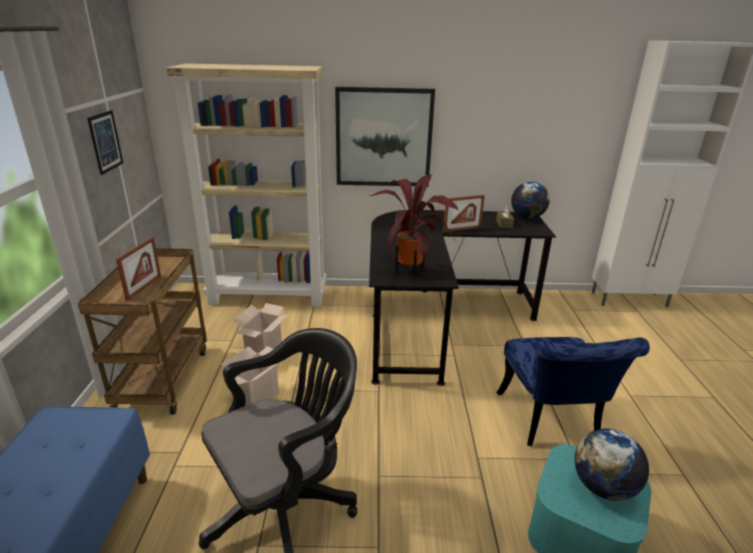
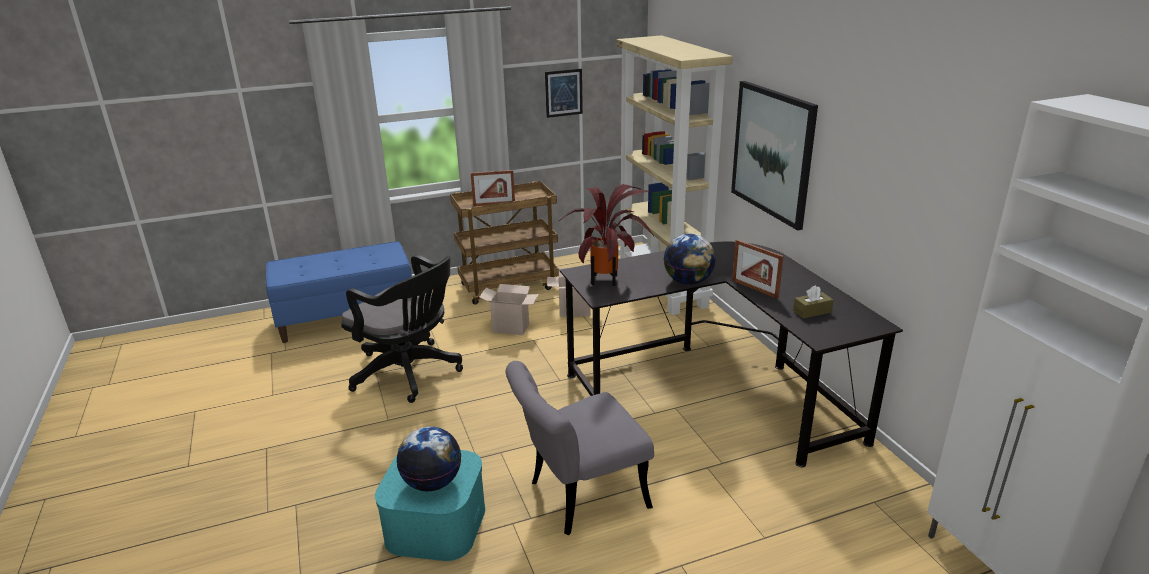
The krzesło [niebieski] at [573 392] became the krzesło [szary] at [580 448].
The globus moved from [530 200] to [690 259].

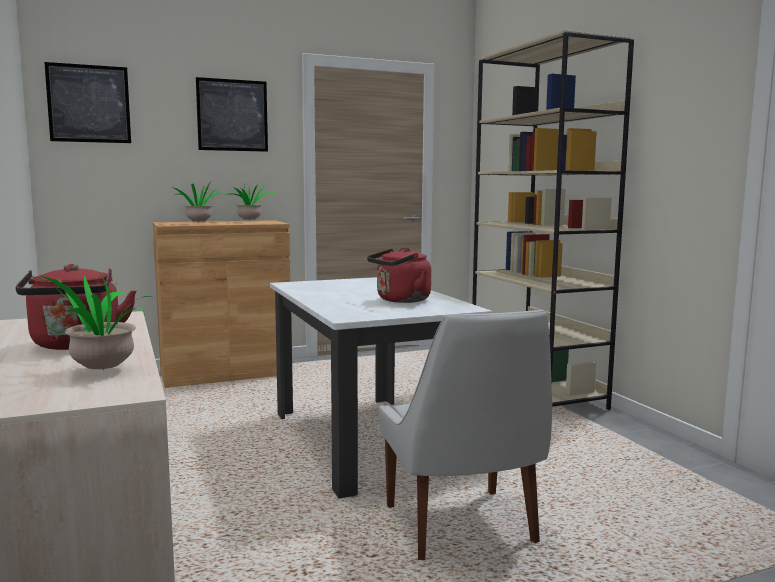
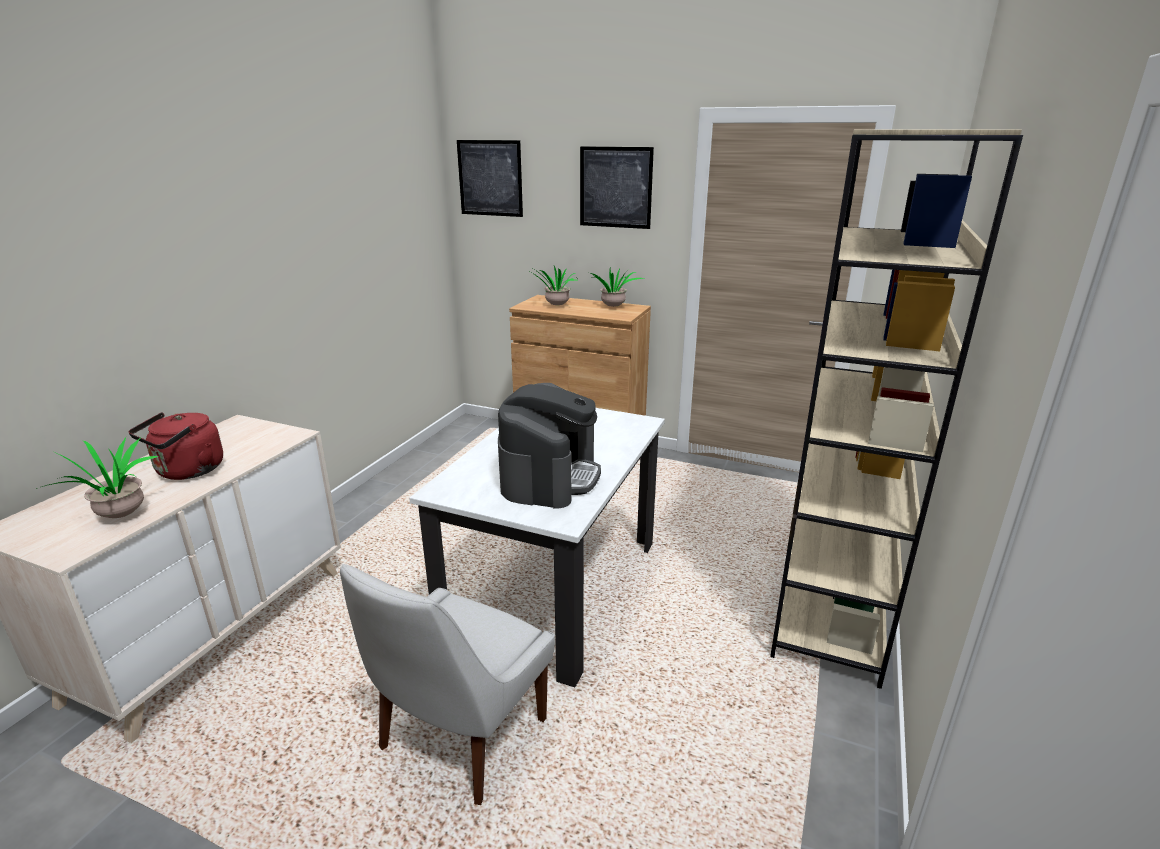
The czajnik [czerwony] at [399 275] was replaced by the ekspres do kawy at [549 446].

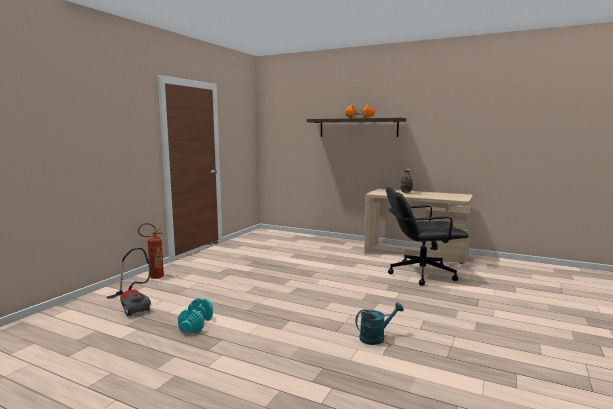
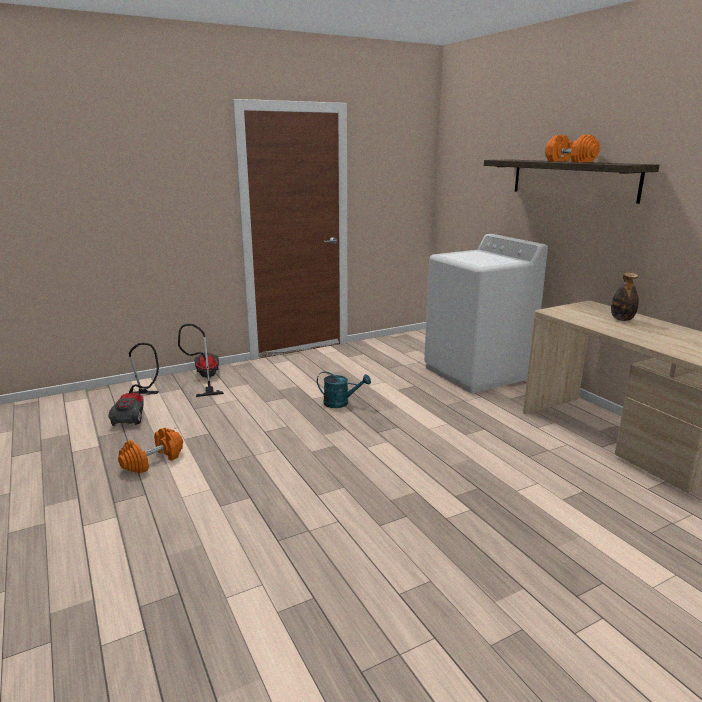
The gaśnica at [151 251] was replaced by the odkurzacz at [201 360].
The hantel [turkusowy] at [195 315] became the hantel [pomarańczowy] at [150 450].
The konewka [turkusowy] moved from [379 323] to [344 389].
The krzesło biurowe [czarny] at [427 236] disappeared.
The pralka [biały] at [486 313] appeared.

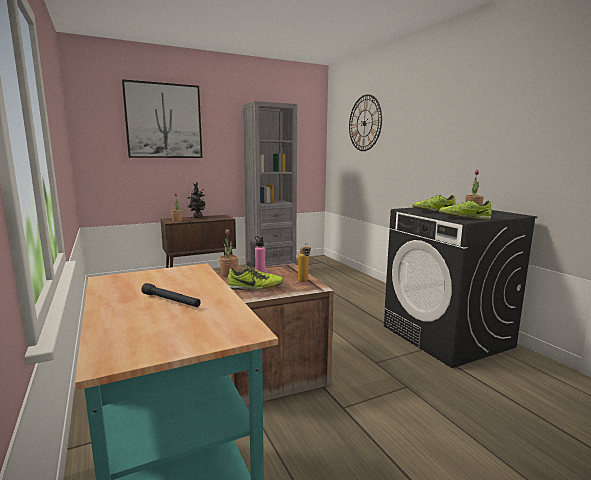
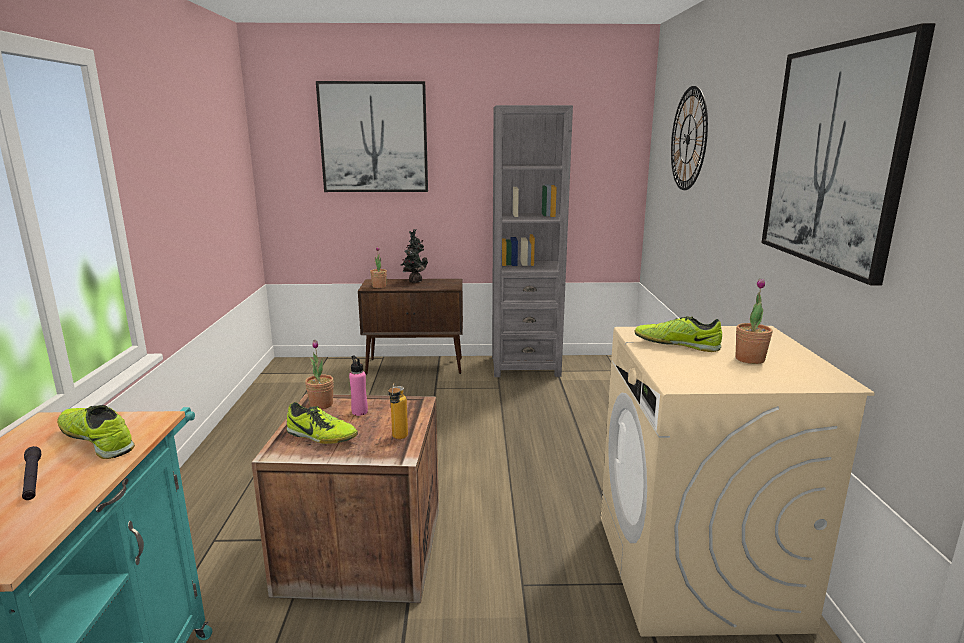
The pralka [czarny] at [460 287] became the pralka [beżowy] at [738 481].
The but moved from [465 210] to [96 432].
The obraz at [848 154] appeared.

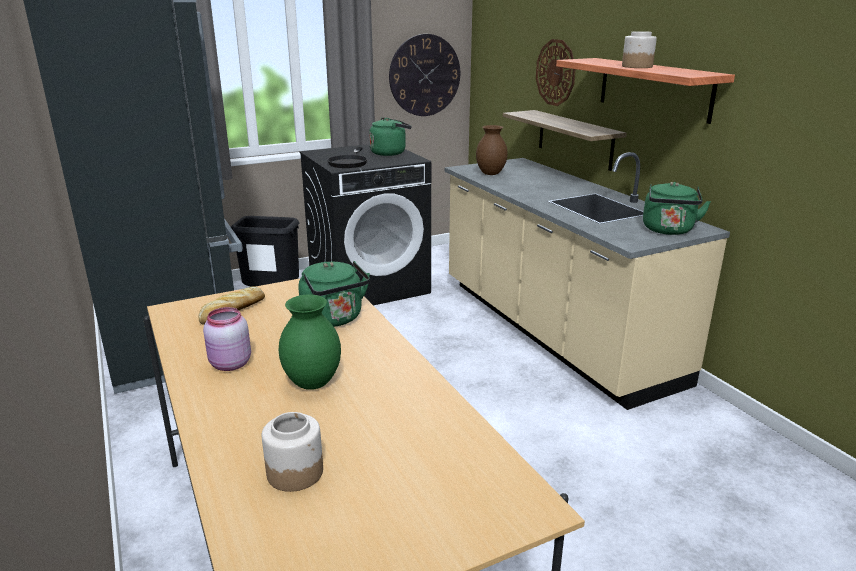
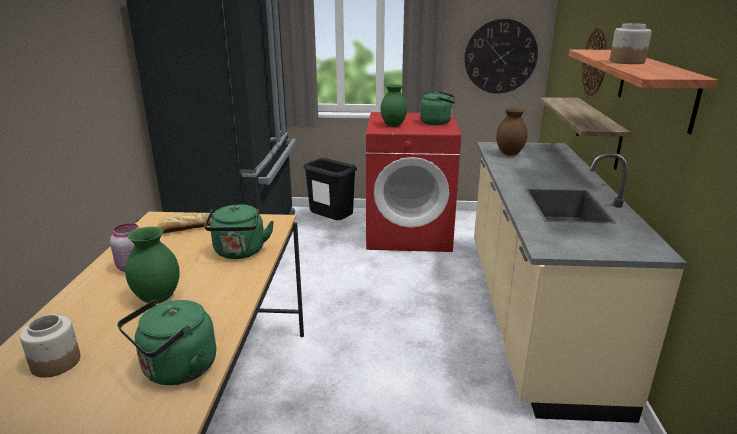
The pralka [czarny] at [365 224] became the pralka [czerwony] at [413 182].
The patelnia [czarny] at [347 157] was replaced by the wazon [zielony] at [393 105].
The czajnik [zielony] moved from [677 208] to [166 342].

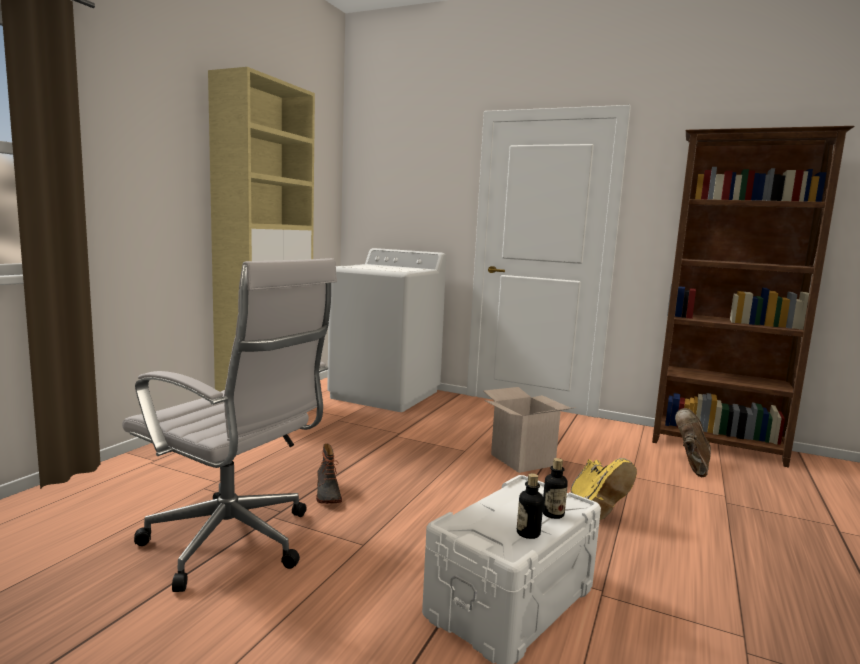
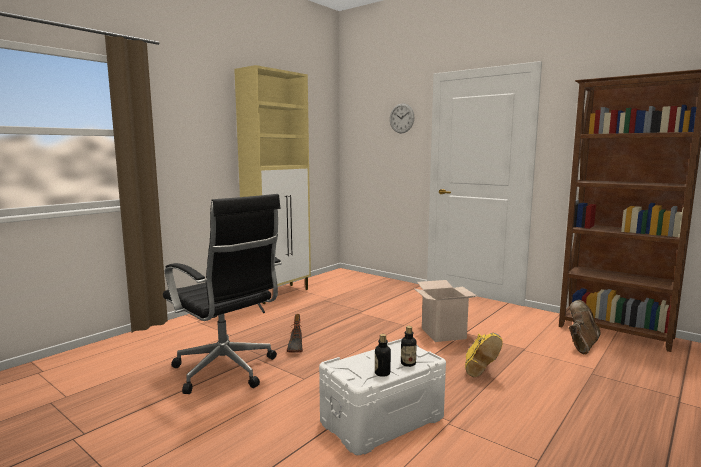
The krzesło biurowe [biały] at [229 425] became the krzesło biurowe [czarny] at [222 294].
The pralka [biały] at [386 330] disappeared.
The zegar ścienny at [402 118] appeared.

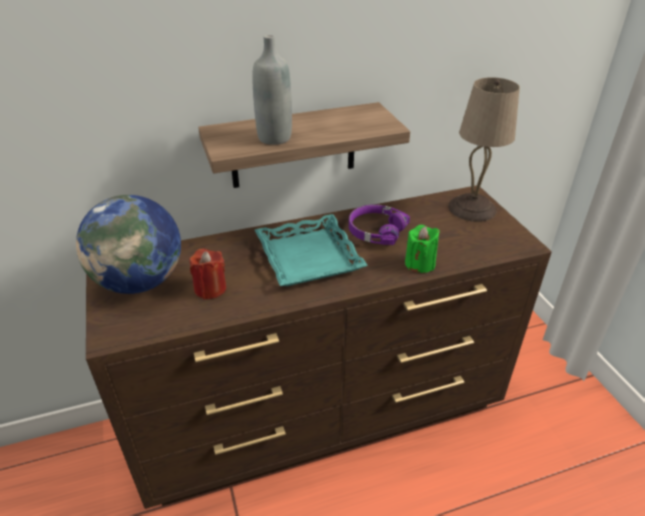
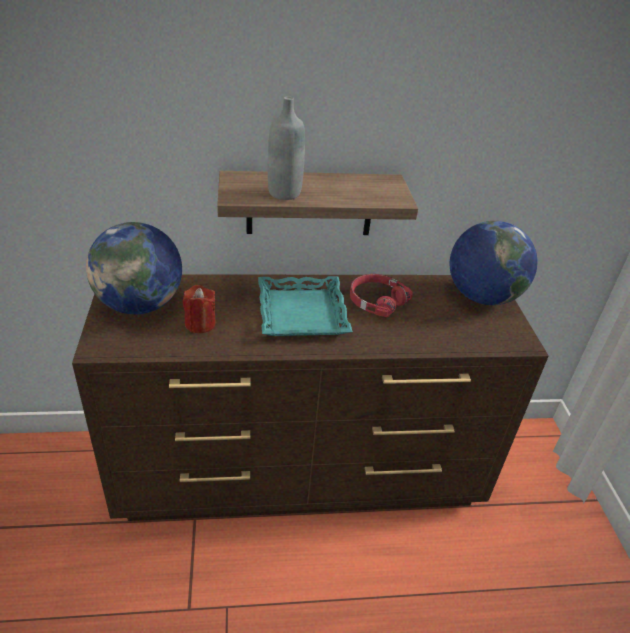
The słuchawki [fioletowy] at [379 225] became the słuchawki [czerwony] at [381 295].
The świeca [zielony] at [422 249] disappeared.
The lampa stołowa [beżowy] at [484 149] was replaced by the globus at [493 263].

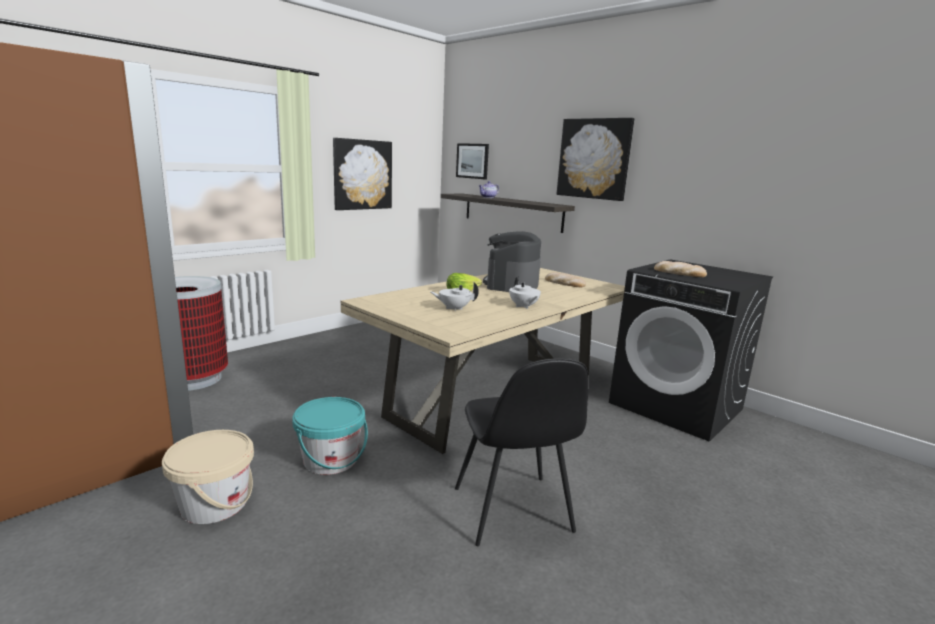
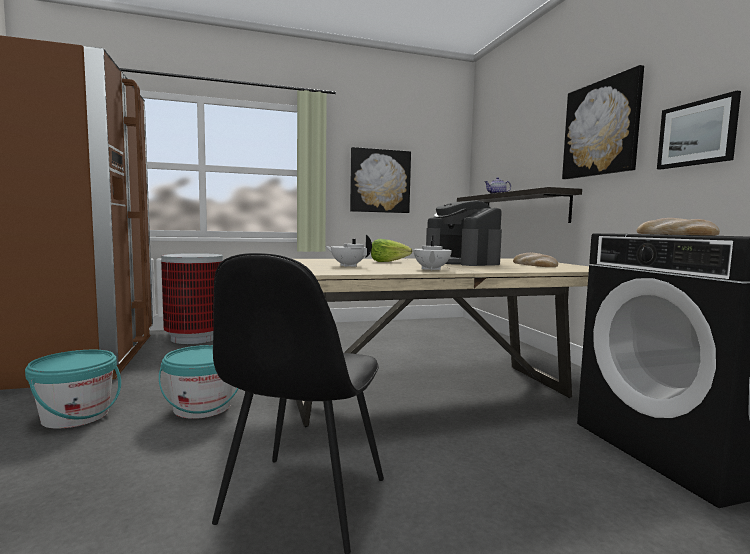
The wiadro [beżowy] at [208 477] became the wiadro [turkusowy] at [73 389].
The obraz moved from [472 161] to [699 130].
The ekspres do kawy at [512 261] turned 75 degrees counterclockwise.

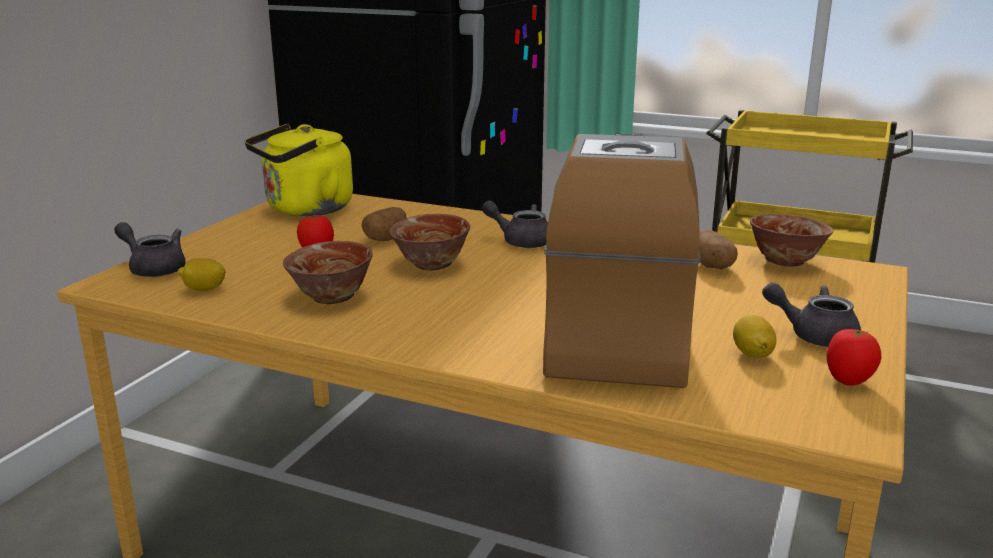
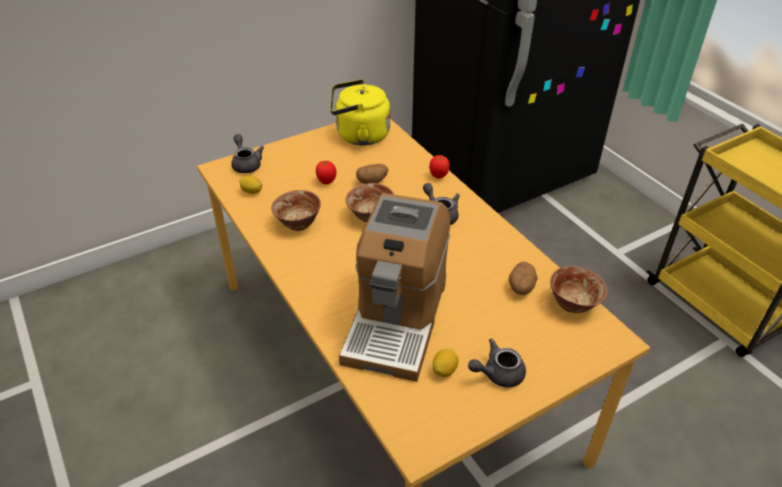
The ekspres do kawy at [622 261] turned 150 degrees clockwise.
The imbryk [szary] at [811 314] turned 75 degrees counterclockwise.
The pomidor moved from [854 356] to [439 167].

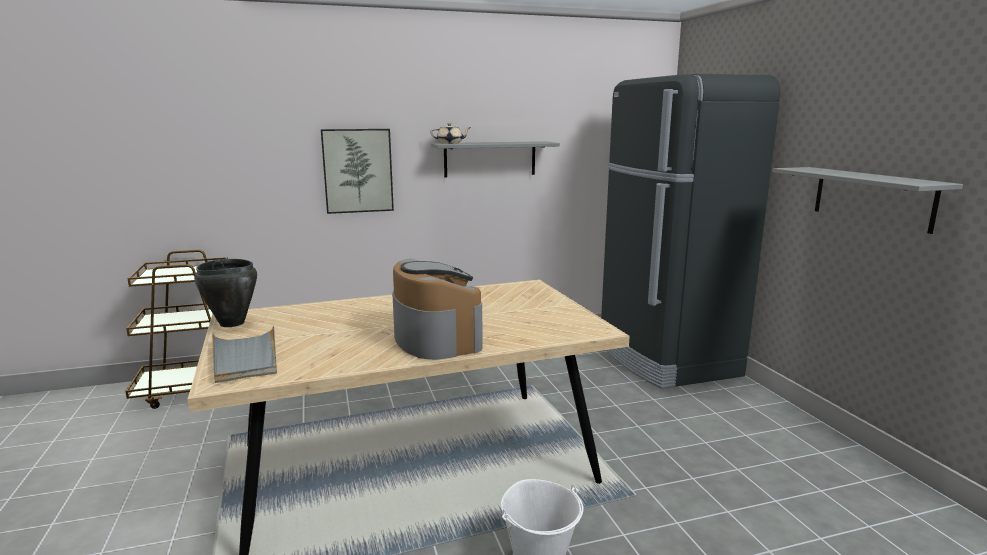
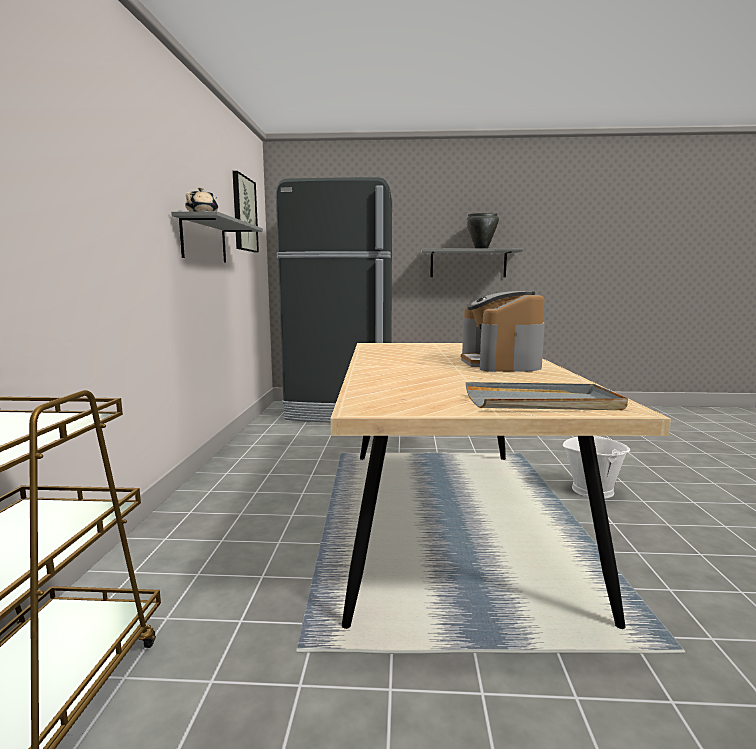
The garnek [czarny] moved from [225 293] to [482 231].
The obraz moved from [357 171] to [245 211].
The ekspres do kawy at [437 309] turned 90 degrees counterclockwise.

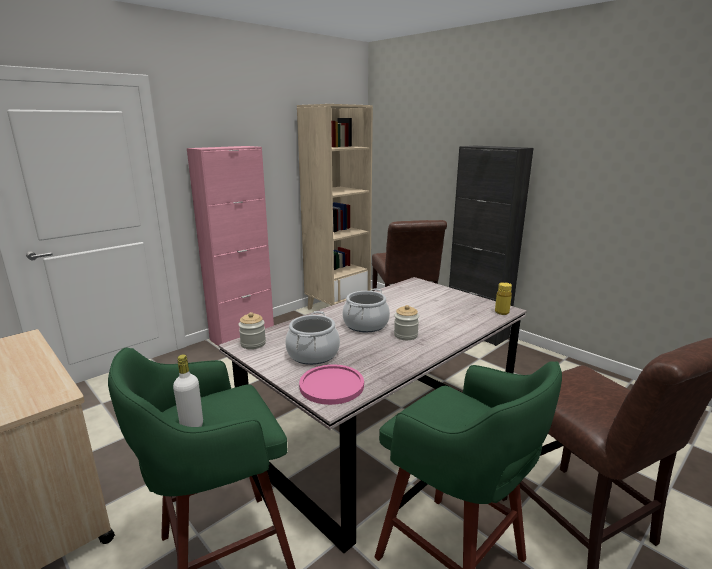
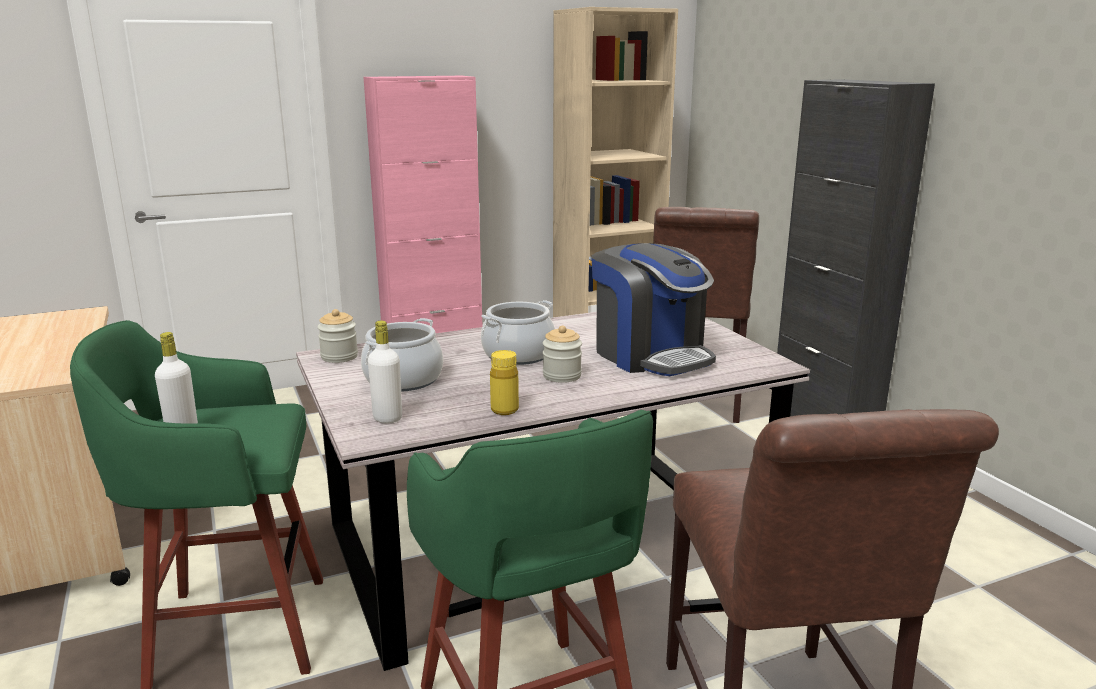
The talerz [różowy] at [331 384] was replaced by the butelka [biały] at [385 372].
The butelka [żółty] moved from [503 298] to [504 382].
The ekspres do kawy at [654 309] appeared.

